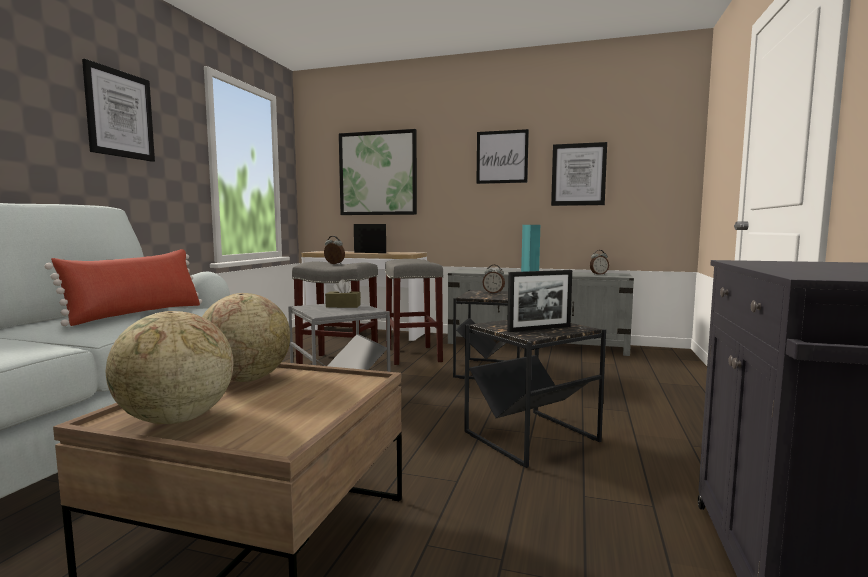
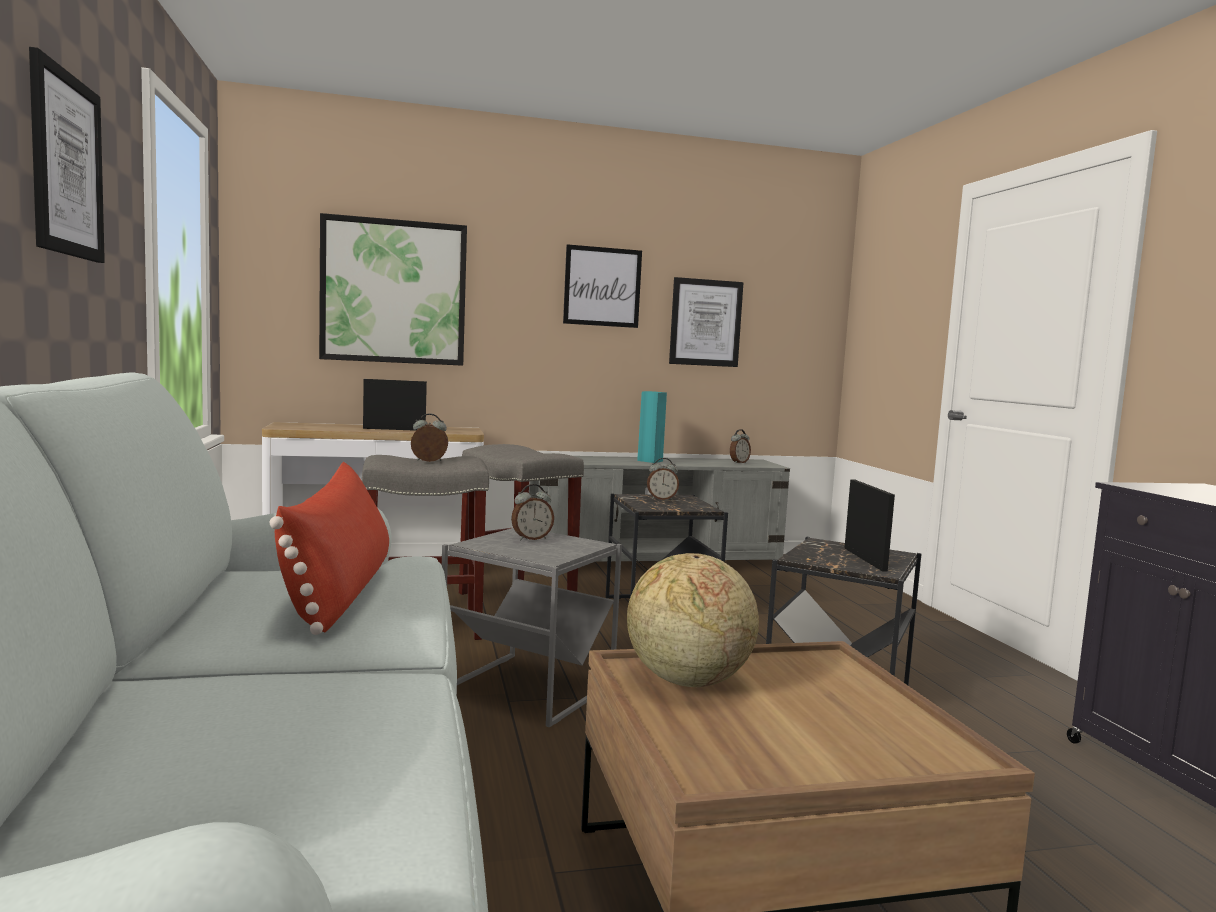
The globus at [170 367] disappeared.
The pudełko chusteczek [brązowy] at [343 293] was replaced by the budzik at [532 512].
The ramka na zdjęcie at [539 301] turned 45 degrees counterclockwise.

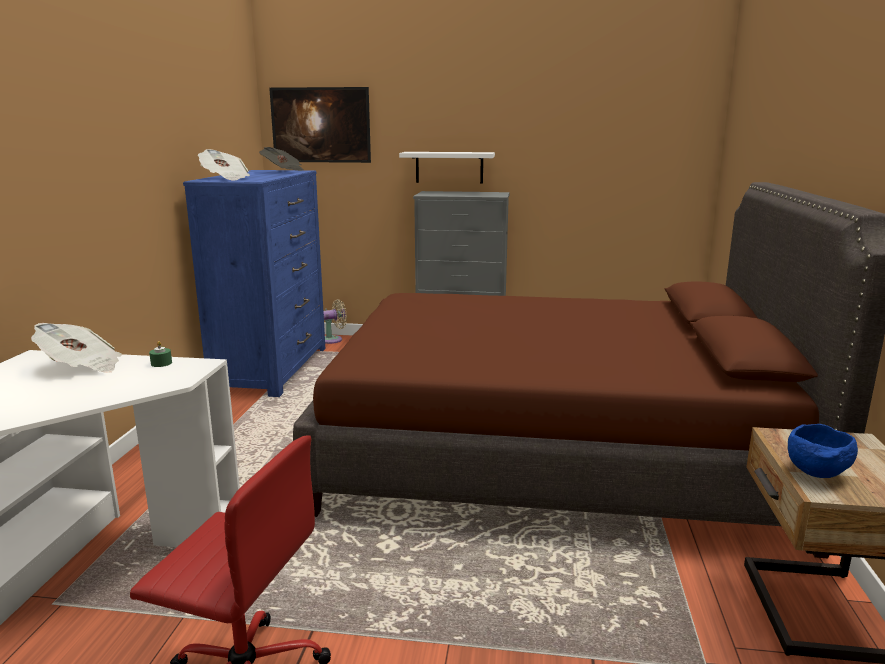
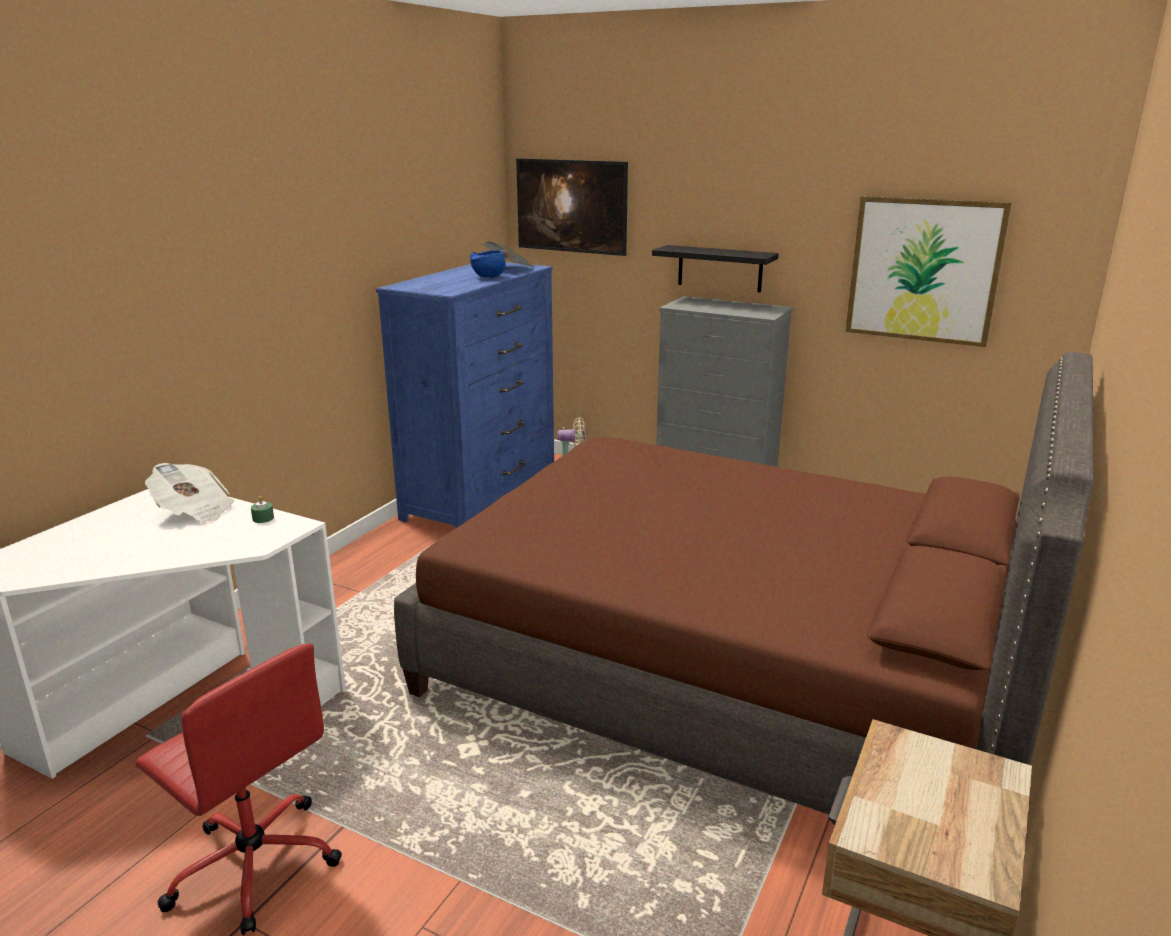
The gazeta at [224 165] disappeared.
The półka [biały] at [447 167] became the półka [czarny] at [715 268].
The miska [niebieski] moved from [823 451] to [488 263].
The obraz at [929 271] appeared.

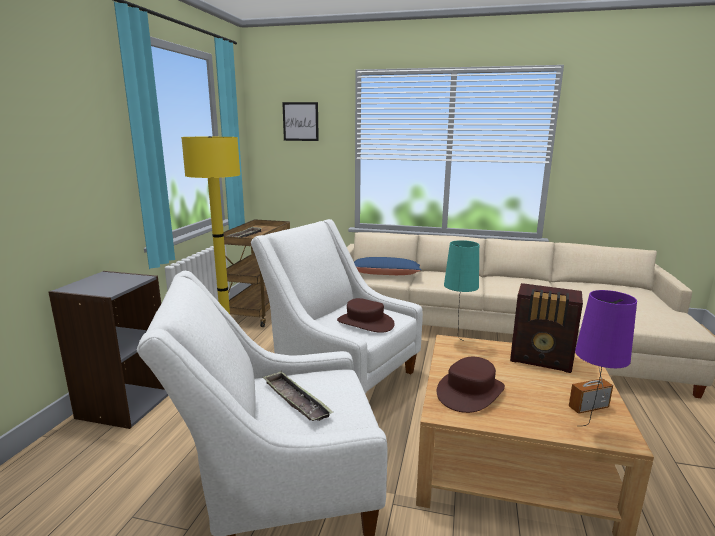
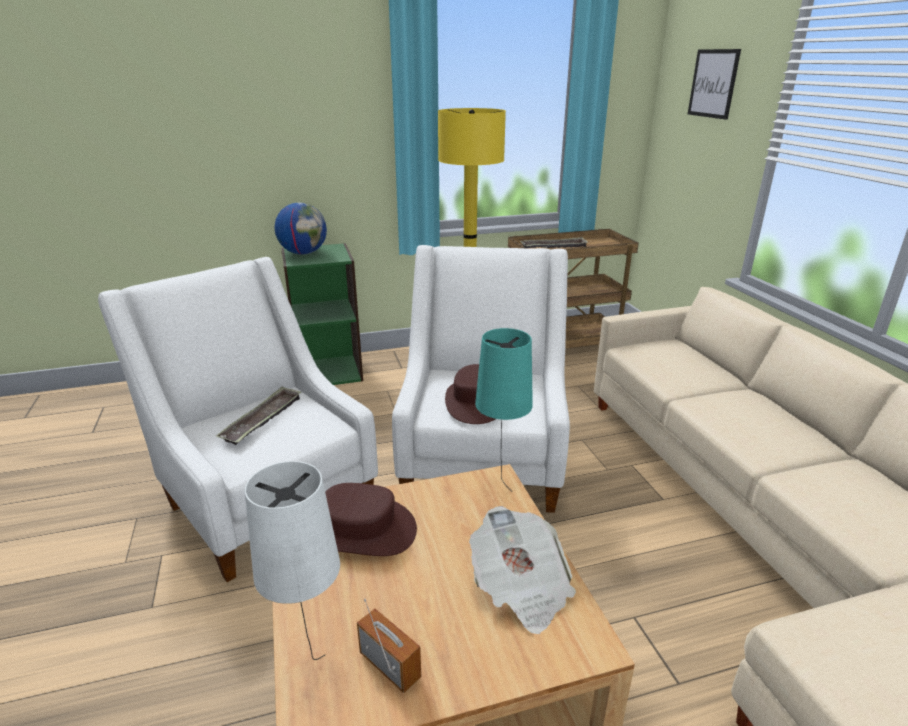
The regał [szary] at [108 350] became the regał [zielony] at [322 314].
The poduszka [niebieski] at [387 266] disappeared.
The radio at [546 328] was replaced by the gazeta at [522 570].
The lampa stołowa [fioletowy] at [606 358] became the lampa stołowa [biały] at [292 560].
The globus at [301 229] appeared.

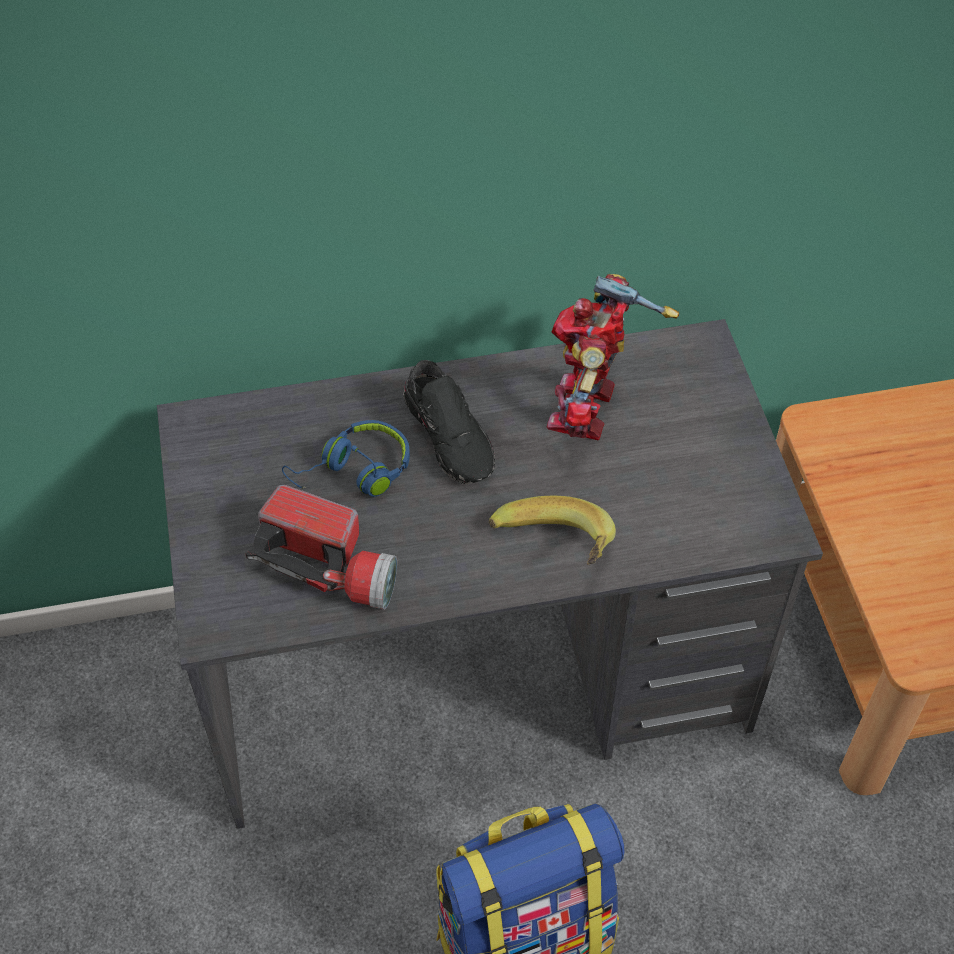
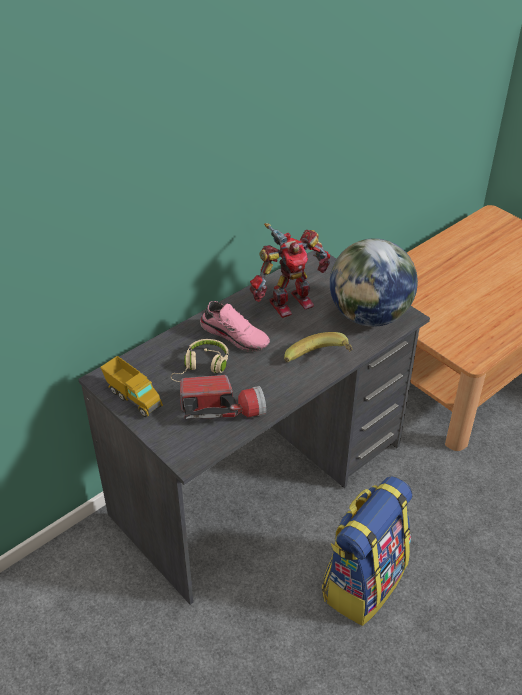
The słuchawki [niebieski] at [346 458] became the słuchawki [beżowy] at [200 360].
The but [czarny] at [449 422] became the but [różowy] at [235 326].
The robot zabawkowy at [612 357] turned 105 degrees counterclockwise.
The ciężarówka zabawkowa at [131 386] appeared.
The globus at [374 282] appeared.

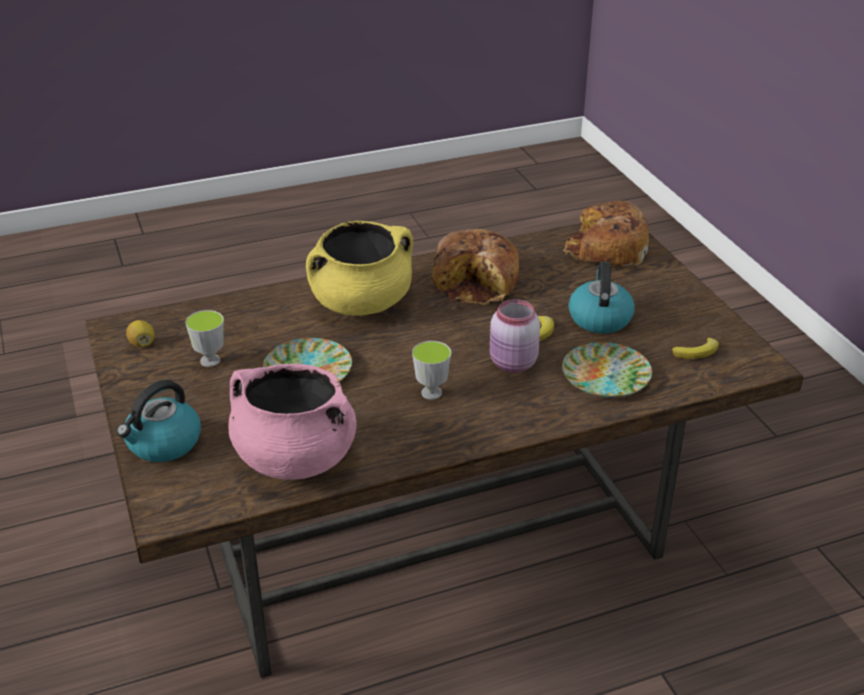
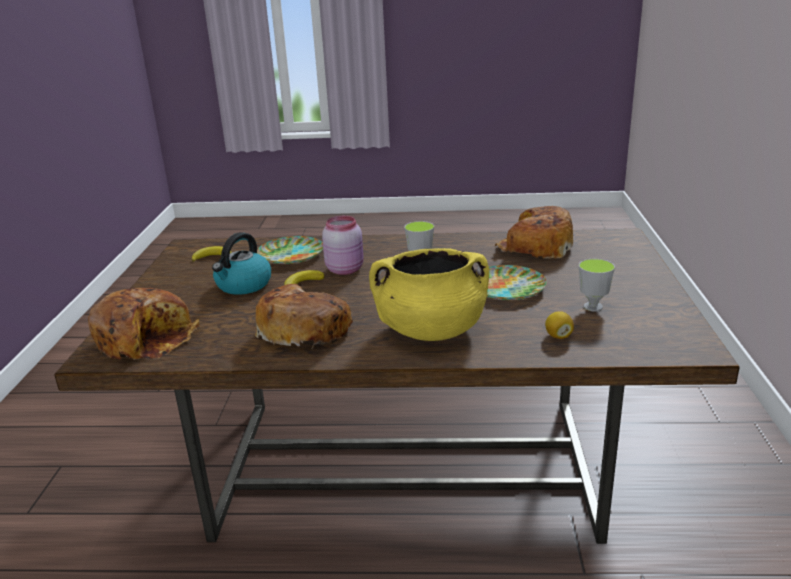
The czajnik at [159 421] disappeared.
The cytryna moved from [140 333] to [559 325].
The garnek [różowy] at [292 422] was replaced by the chleb at [534 232].

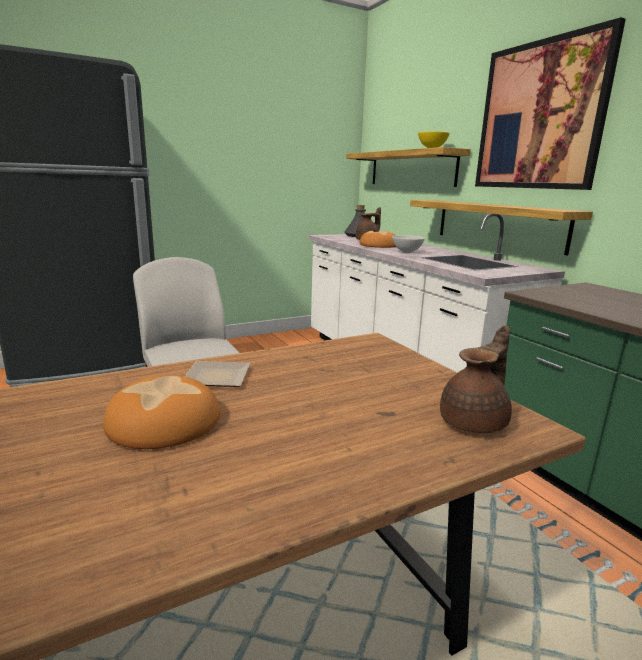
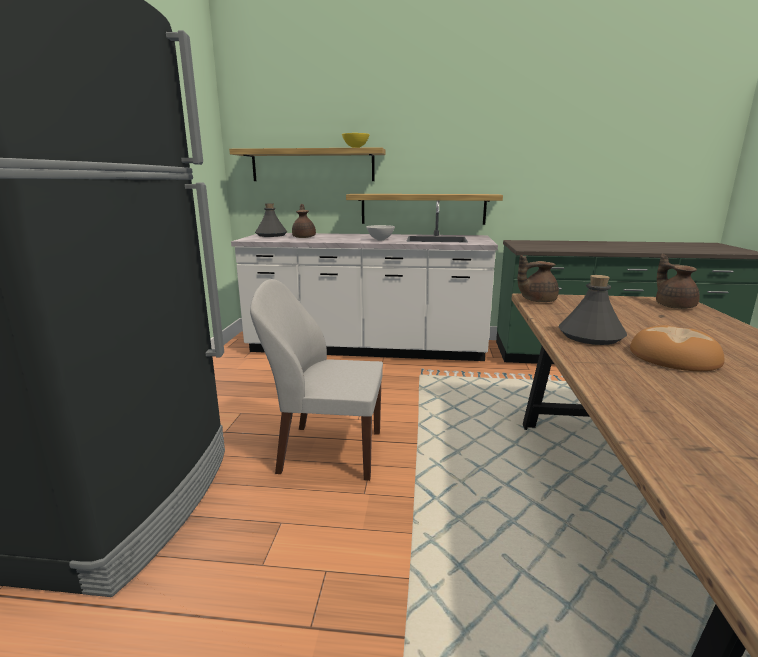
The talerz at [217 374] was replaced by the butelka [szary] at [593 310].
The chleb at [378 239] disappeared.
The obraz at [550 103] disappeared.
The imbryk [brązowy] at [538 278] appeared.

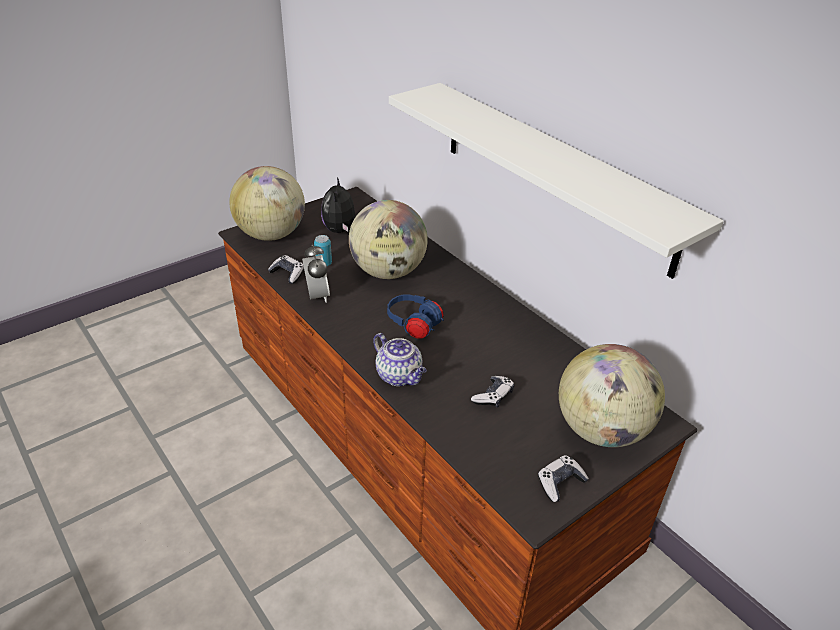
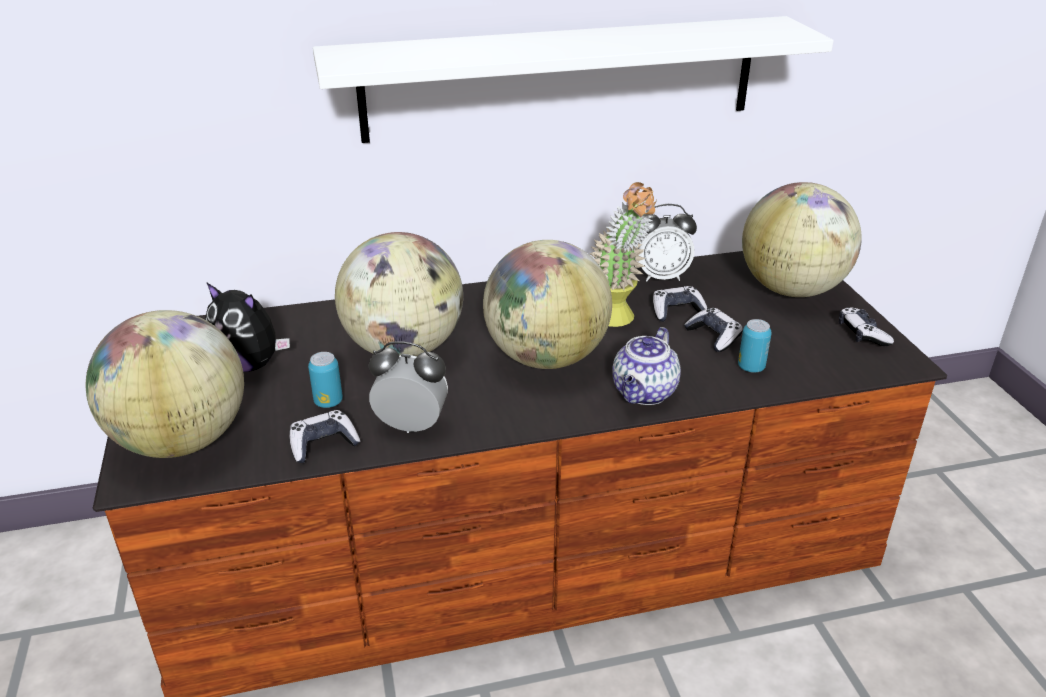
The imbryk at [399 359] turned 135 degrees clockwise.
The słuchawki [niebieski] at [415 316] was replaced by the globus at [547 304].
The roślina doniczkowa at [623 254] appeared.
The budzik at [667 243] appeared.
The pad do gier at [680 304] appeared.
The puszka at [755 346] appeared.

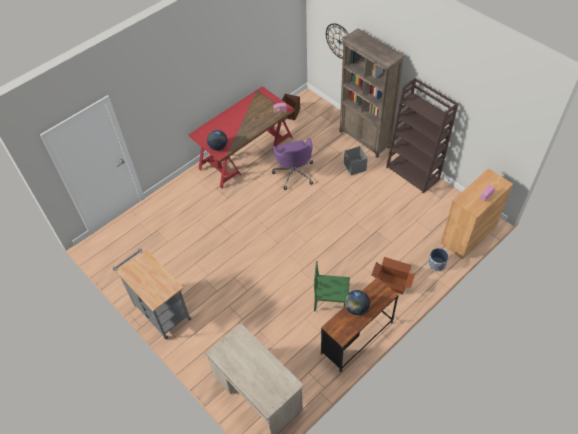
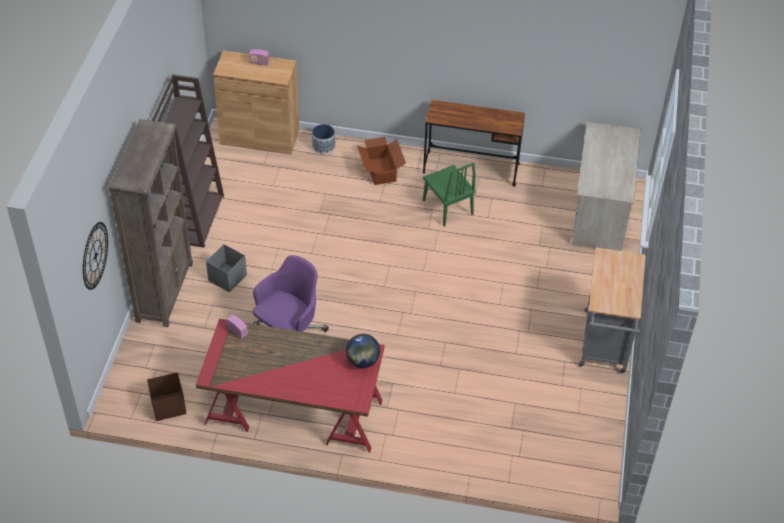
The globus at [357 302] disappeared.

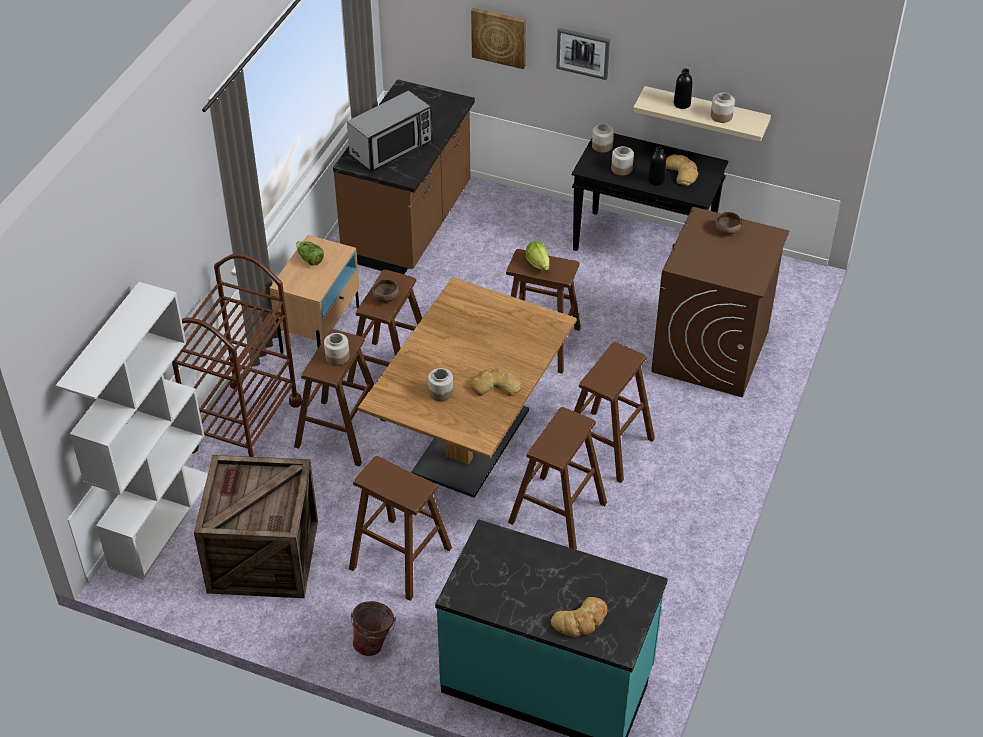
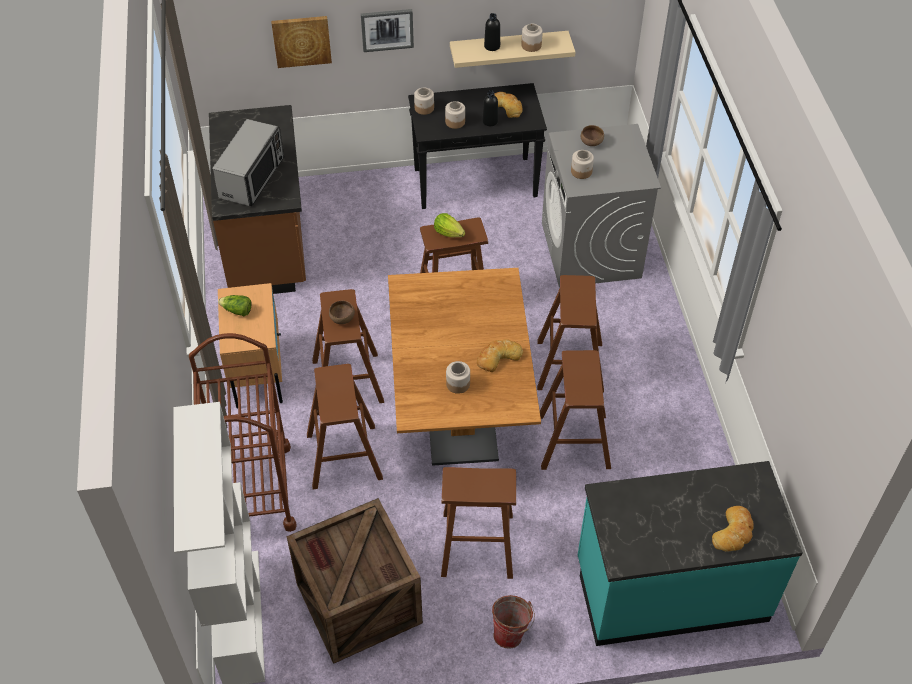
The słoik moved from [337 349] to [582 164].
The pralka [brązowy] at [720 302] became the pralka [szary] at [601 205].

